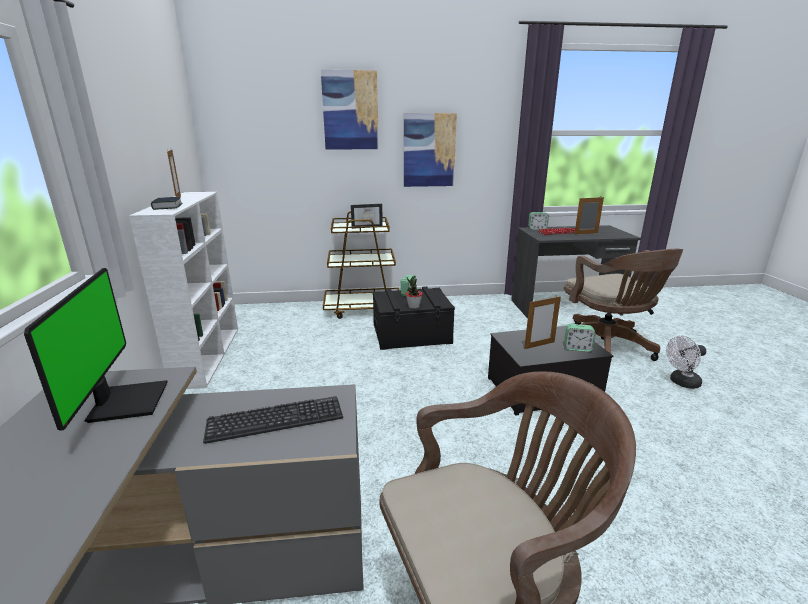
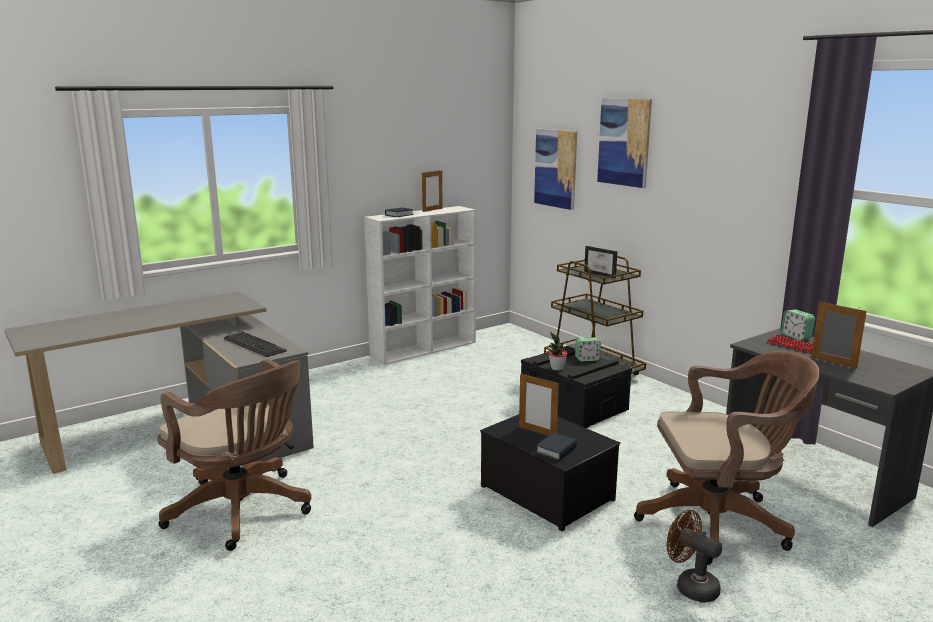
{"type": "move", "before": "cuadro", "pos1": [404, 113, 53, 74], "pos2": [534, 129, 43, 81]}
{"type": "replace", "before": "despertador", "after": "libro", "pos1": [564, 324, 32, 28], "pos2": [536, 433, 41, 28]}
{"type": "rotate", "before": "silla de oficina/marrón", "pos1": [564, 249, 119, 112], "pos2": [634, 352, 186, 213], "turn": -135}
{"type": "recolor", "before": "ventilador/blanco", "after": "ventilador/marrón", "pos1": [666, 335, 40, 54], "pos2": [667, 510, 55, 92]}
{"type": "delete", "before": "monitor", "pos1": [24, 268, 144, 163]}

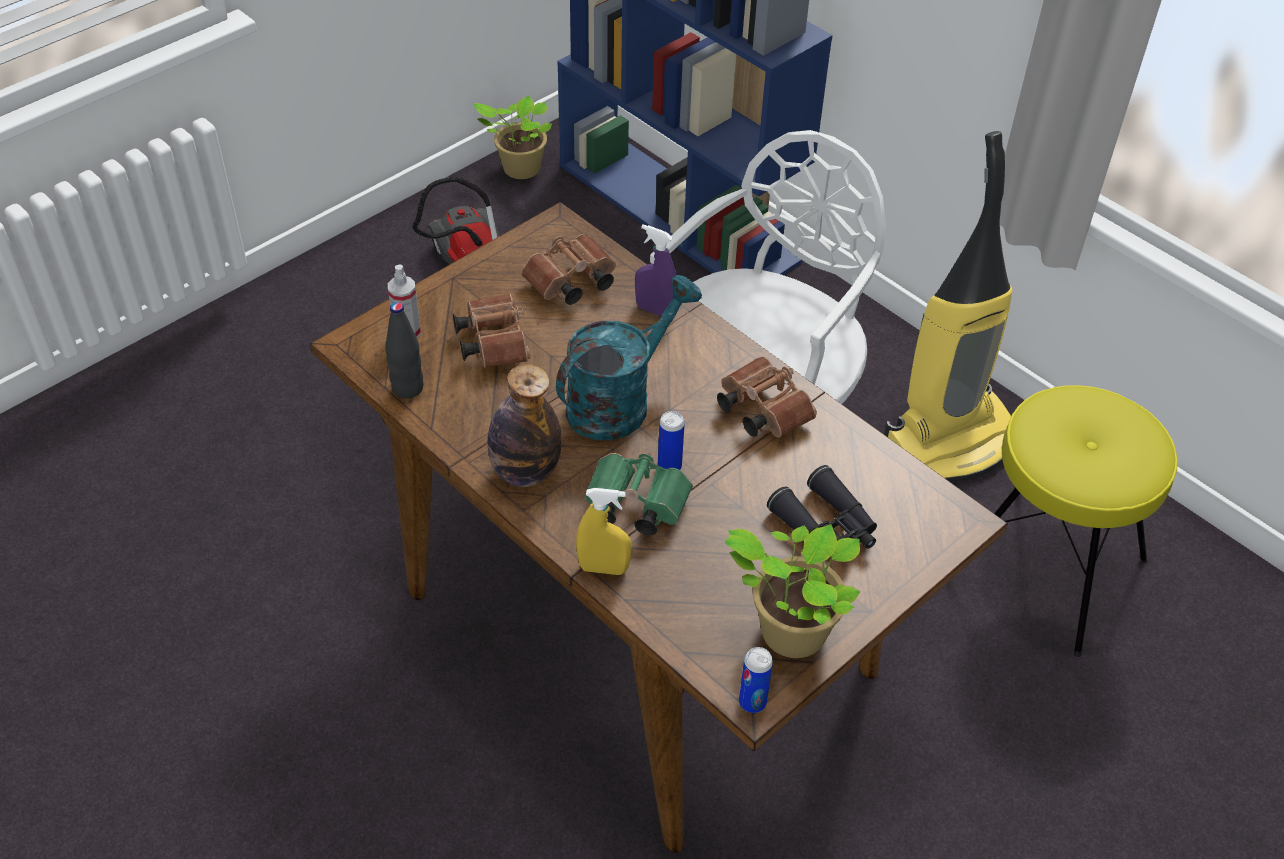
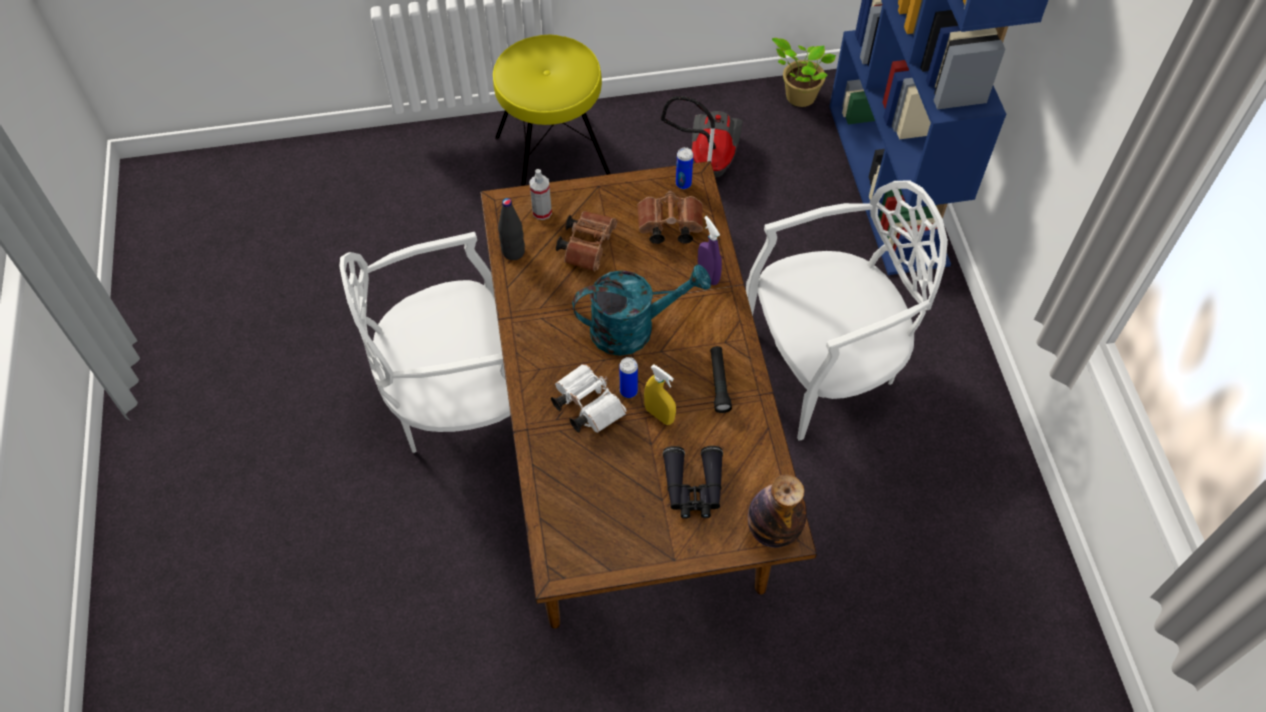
{"type": "insert", "after": "silla/blanco", "pos2": [339, 232, 172, 221]}
{"type": "move", "before": "taburete/amarillo", "pos1": [994, 385, 184, 272], "pos2": [493, 35, 118, 151]}
{"type": "recolor", "before": "prismáticos/verde", "after": "prismáticos/blanco", "pos1": [585, 452, 108, 83], "pos2": [551, 364, 75, 69]}
{"type": "move", "before": "pulverizador/amarillo", "pos1": [576, 488, 55, 87], "pos2": [644, 364, 32, 61]}
{"type": "move", "before": "lata", "pos1": [739, 647, 34, 66], "pos2": [676, 147, 17, 42]}
{"type": "replace", "before": "prismáticos/marrón", "after": "linterna/negro", "pos1": [717, 356, 100, 82], "pos2": [710, 346, 22, 67]}
{"type": "move", "before": "botella", "pos1": [487, 364, 74, 123], "pos2": [748, 474, 59, 74]}
{"type": "delete", "before": "planta en maceta", "pos1": [725, 524, 135, 134]}
{"type": "delete", "before": "aspiradora", "pos1": [884, 131, 128, 351]}

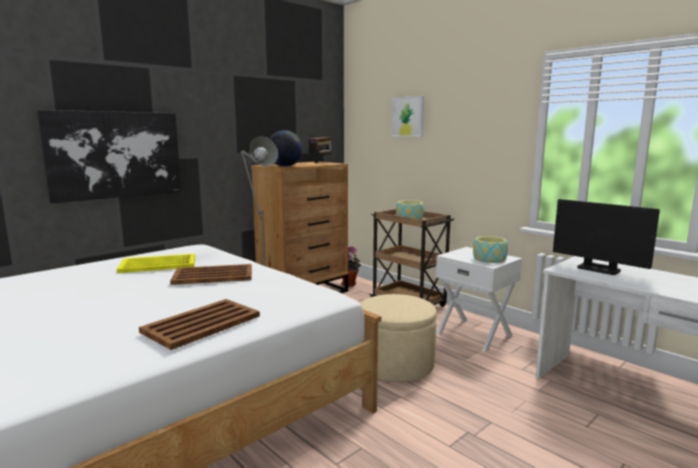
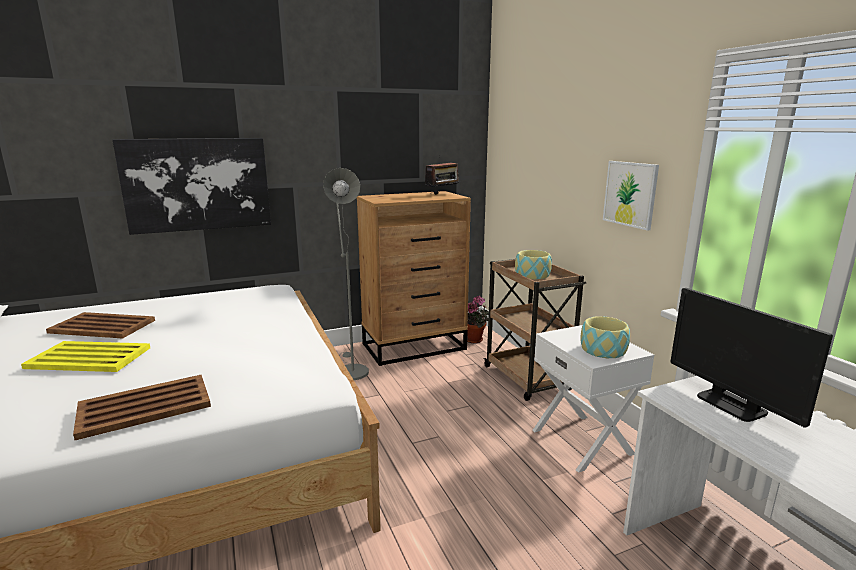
{"type": "move", "before": "bandeja/amarillo", "pos1": [117, 254, 78, 19], "pos2": [21, 341, 129, 31]}
{"type": "move", "before": "bandeja/marrón", "pos1": [170, 264, 82, 21], "pos2": [46, 312, 109, 27]}
{"type": "move", "before": "cuadro", "pos1": [391, 96, 33, 41], "pos2": [603, 161, 56, 70]}
{"type": "delete", "before": "globo terráqueo", "pos1": [270, 130, 33, 37]}
{"type": "delete", "before": "puf/beis", "pos1": [360, 294, 77, 88]}

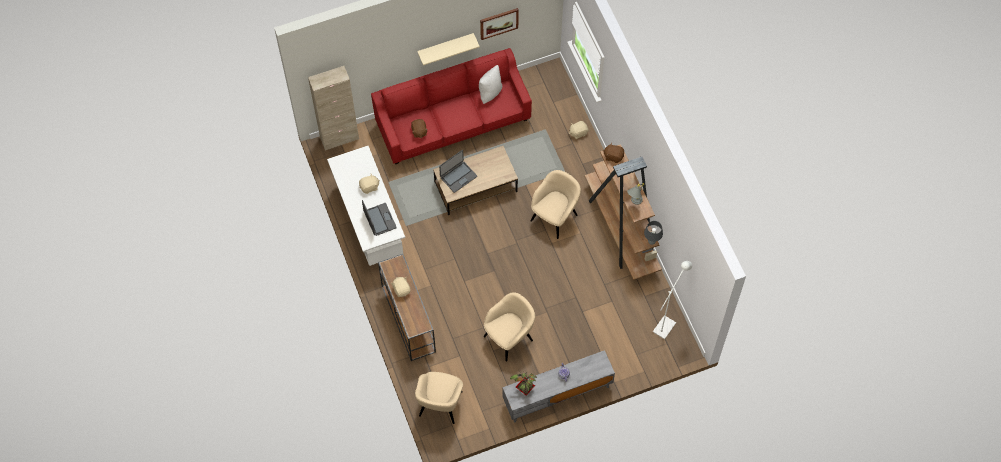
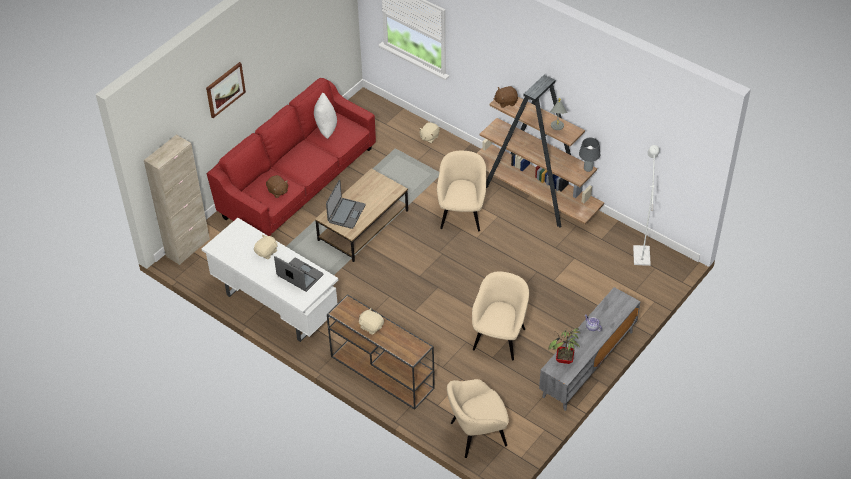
{"type": "move", "before": "cuadro", "pos1": [480, 8, 39, 32], "pos2": [206, 62, 40, 56]}
{"type": "rotate", "before": "sillón/beis", "pos1": [415, 372, 48, 52], "pos2": [447, 379, 62, 79], "turn": 90}
{"type": "delete", "before": "estante/beis", "pos1": [417, 33, 63, 32]}

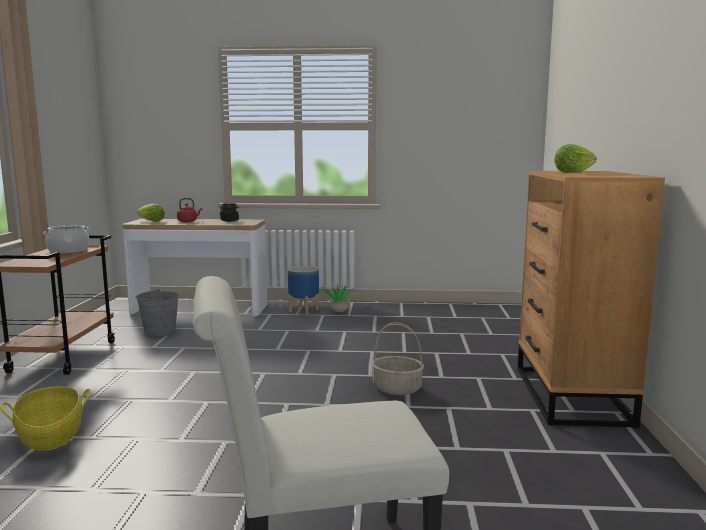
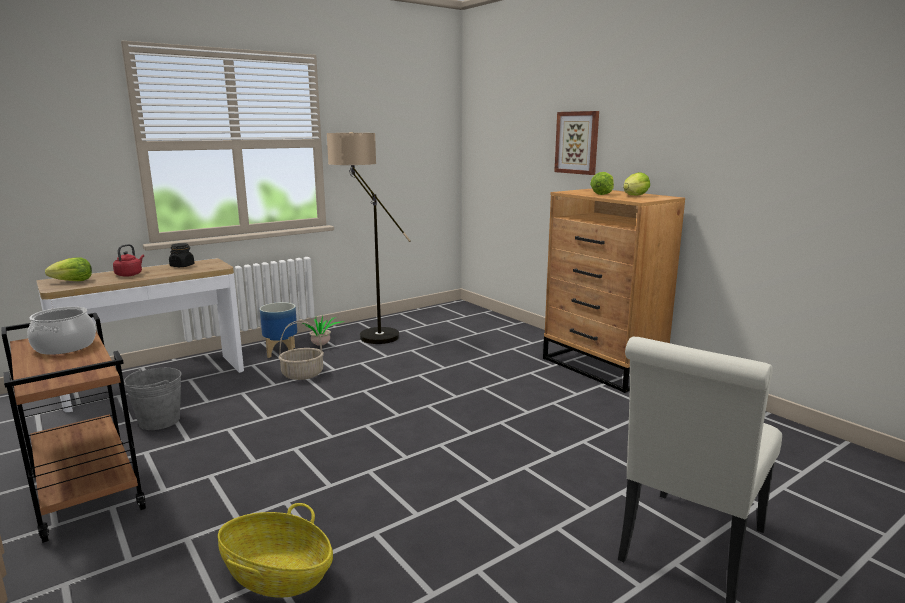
{"type": "move", "before": "cesta", "pos1": [371, 322, 53, 73], "pos2": [279, 321, 45, 59]}
{"type": "insert", "after": "lámpara de pie", "pos2": [327, 132, 84, 212]}
{"type": "insert", "after": "cuadro", "pos2": [554, 111, 45, 64]}
{"type": "insert", "after": "lechuga", "pos2": [623, 172, 27, 24]}

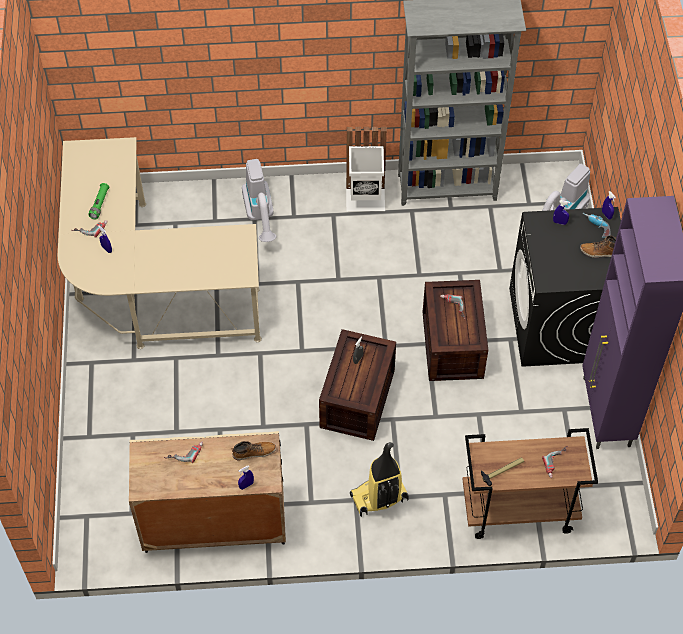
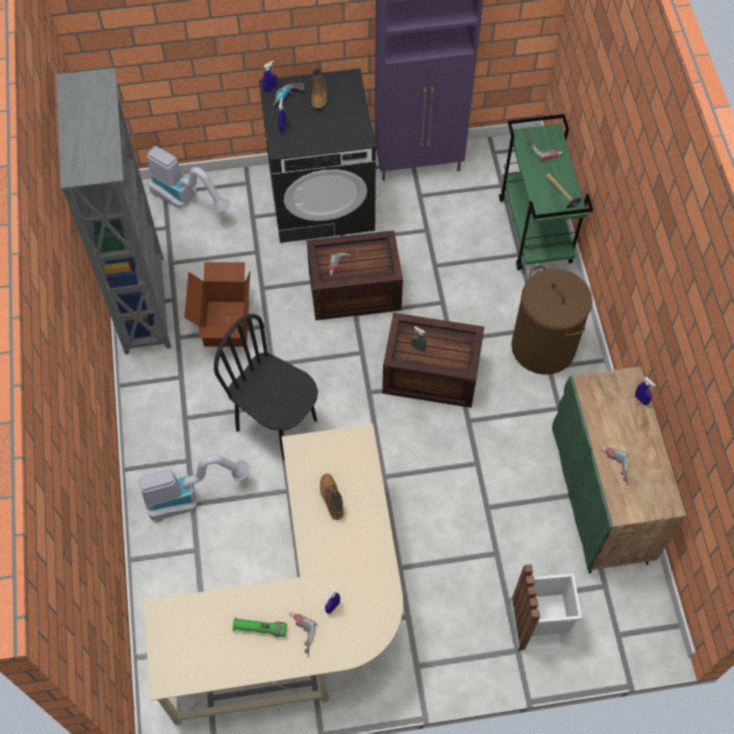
{"type": "insert", "after": "caja de cartón", "pos2": [184, 262, 66, 85]}
{"type": "insert", "after": "silla/negro", "pos2": [214, 314, 104, 147]}
{"type": "move", "before": "bota", "pos1": [232, 441, 44, 20], "pos2": [320, 473, 24, 47]}
{"type": "recolor", "before": "carrito/marrón", "after": "carrito/verde", "pos1": [462, 428, 136, 111], "pos2": [499, 114, 94, 156]}
{"type": "move", "before": "papelera/blanco", "pos1": [346, 127, 41, 84], "pos2": [510, 564, 72, 87]}
{"type": "replace", "before": "aspiradora", "after": "cesto de la ropa/marrón", "pos1": [350, 442, 59, 75], "pos2": [511, 266, 82, 109]}
{"type": "recolor", "before": "armario/beis", "after": "armario/verde", "pos1": [129, 431, 157, 122], "pos2": [552, 366, 134, 207]}

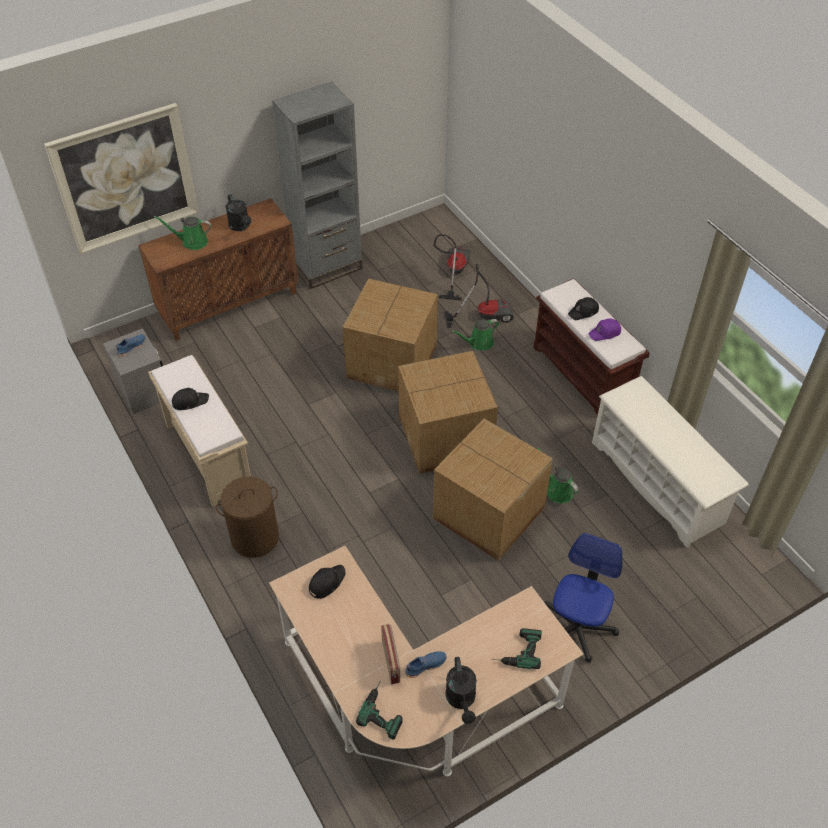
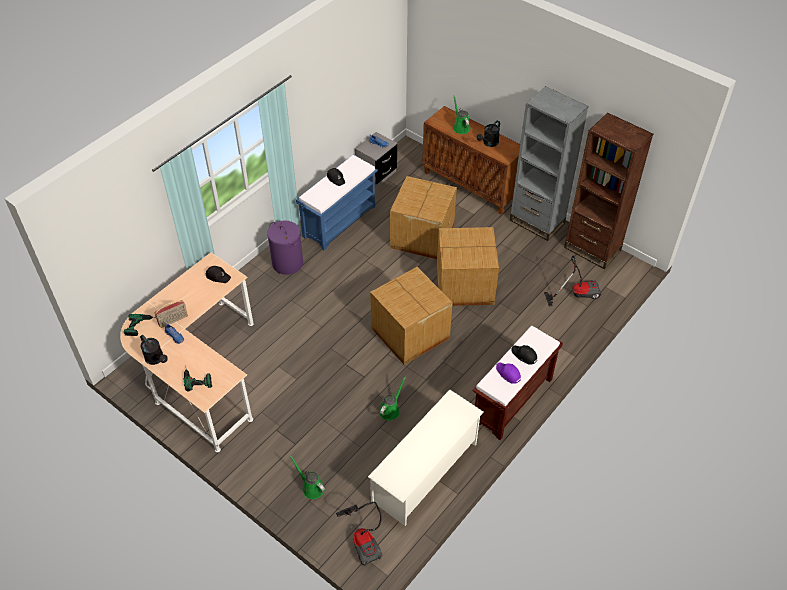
{"type": "rotate", "before": "regadera/negro", "pos1": [445, 657, 32, 67], "pos2": [140, 335, 28, 30], "turn": -105}
{"type": "recolor", "before": "cesto de la ropa/marrón", "after": "cesto de la ropa/morado", "pos1": [216, 477, 63, 81], "pos2": [267, 220, 36, 55]}
{"type": "move", "before": "regadera/verde", "pos1": [452, 319, 47, 31], "pos2": [290, 456, 35, 43]}
{"type": "recolor", "before": "banco/beis", "after": "banco/azul", "pos1": [148, 355, 103, 152], "pos2": [296, 154, 82, 96]}
{"type": "move", "before": "aspiradora", "pos1": [444, 264, 70, 64], "pos2": [336, 502, 47, 64]}
{"type": "move", "before": "caja de cartón", "pos1": [433, 418, 120, 143], "pos2": [390, 176, 67, 83]}
{"type": "insert", "after": "estantería/marrón", "pos2": [564, 112, 89, 157]}
{"type": "delete", "before": "cuadro", "pos1": [44, 103, 155, 151]}
{"type": "delete", "before": "silla de oficina", "pos1": [544, 533, 78, 130]}

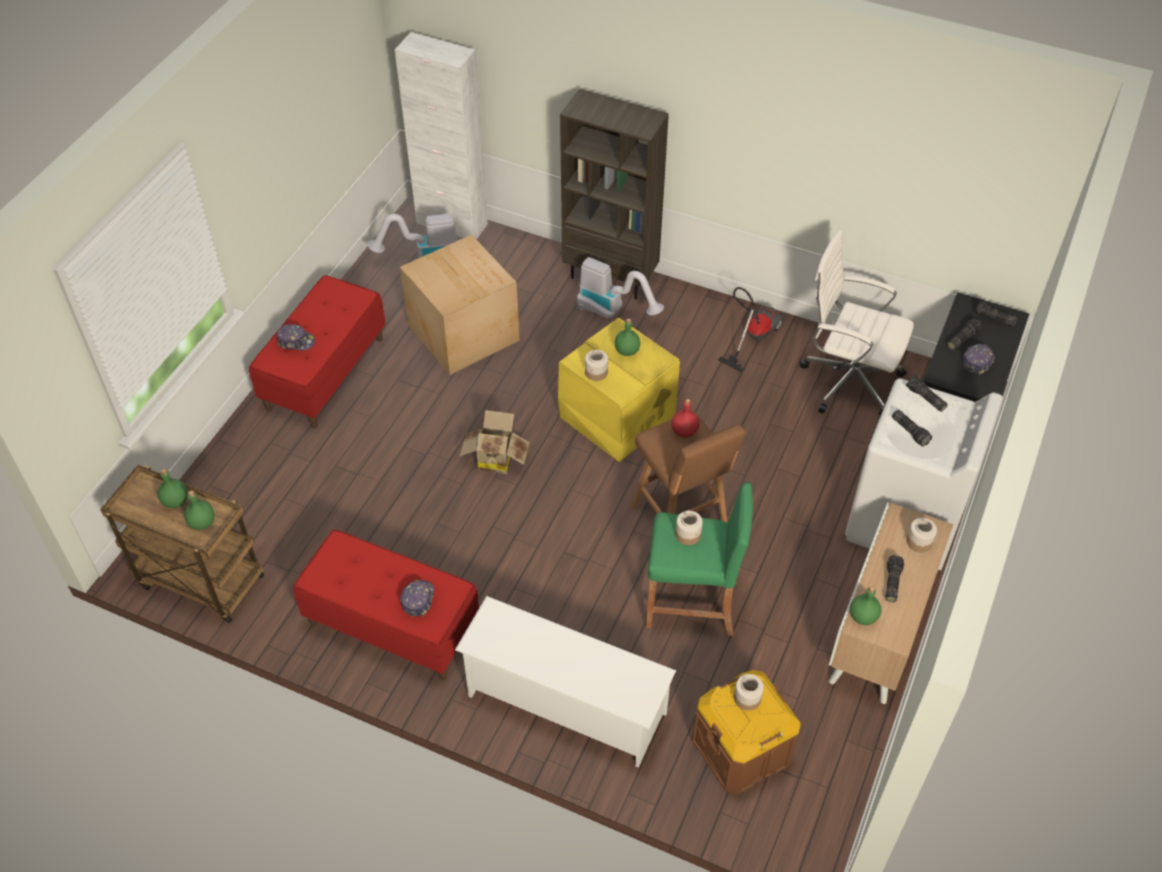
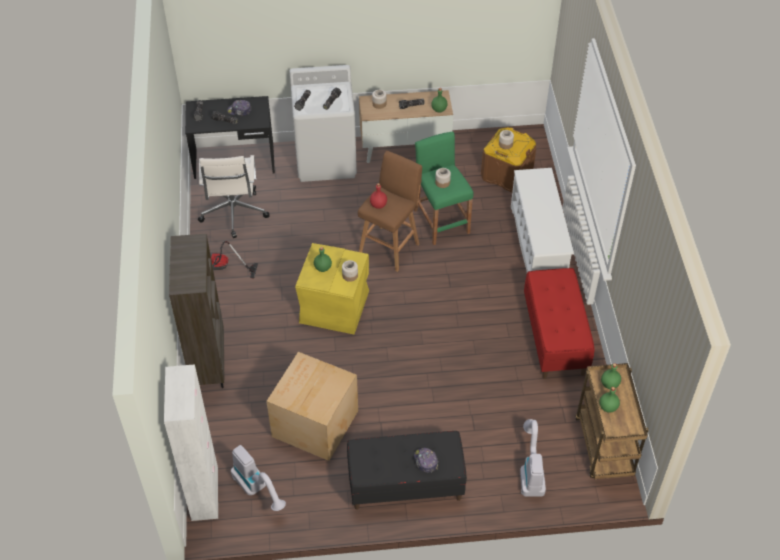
{"type": "recolor", "before": "banco/rojo", "after": "banco/negro", "pos1": [249, 275, 137, 154], "pos2": [347, 431, 120, 79]}
{"type": "move", "before": "aspiradora", "pos1": [577, 257, 87, 62], "pos2": [520, 419, 26, 78]}
{"type": "delete", "before": "gorra", "pos1": [400, 580, 34, 37]}
{"type": "delete", "before": "caja de cartón", "pos1": [460, 410, 69, 64]}

